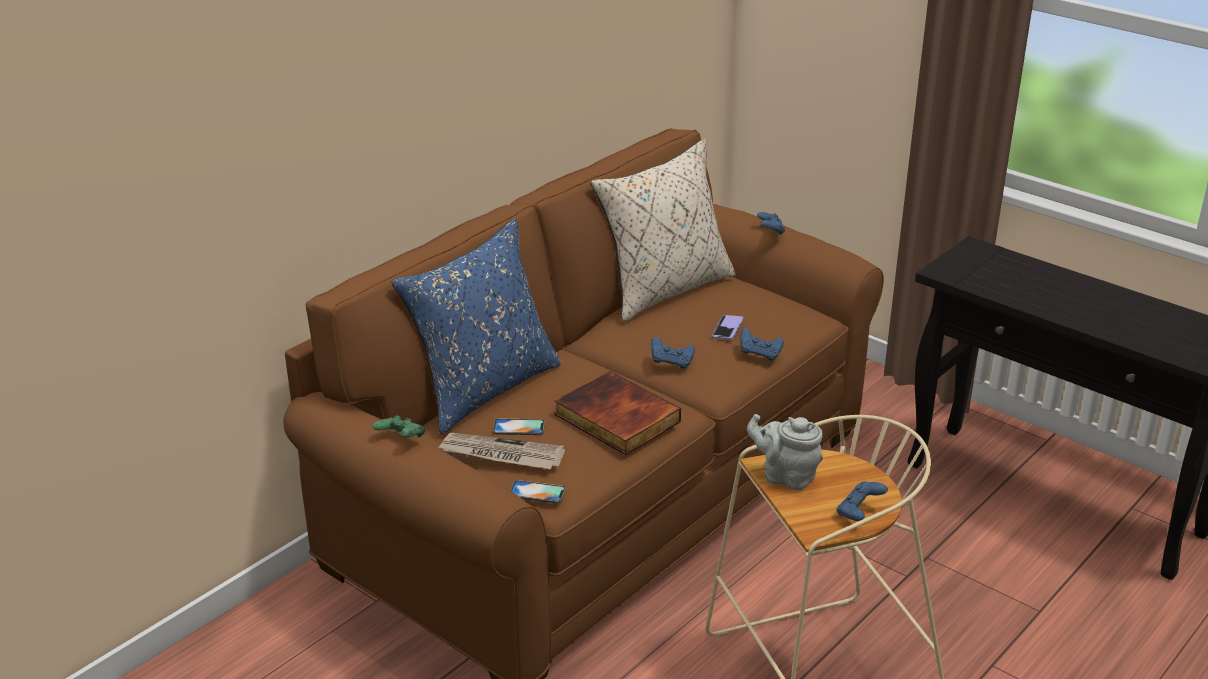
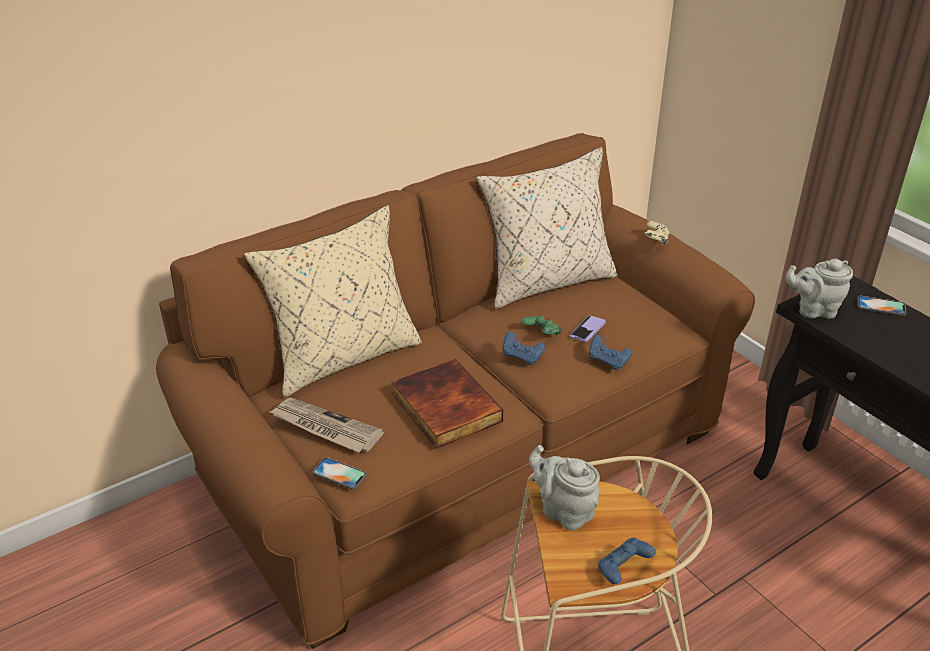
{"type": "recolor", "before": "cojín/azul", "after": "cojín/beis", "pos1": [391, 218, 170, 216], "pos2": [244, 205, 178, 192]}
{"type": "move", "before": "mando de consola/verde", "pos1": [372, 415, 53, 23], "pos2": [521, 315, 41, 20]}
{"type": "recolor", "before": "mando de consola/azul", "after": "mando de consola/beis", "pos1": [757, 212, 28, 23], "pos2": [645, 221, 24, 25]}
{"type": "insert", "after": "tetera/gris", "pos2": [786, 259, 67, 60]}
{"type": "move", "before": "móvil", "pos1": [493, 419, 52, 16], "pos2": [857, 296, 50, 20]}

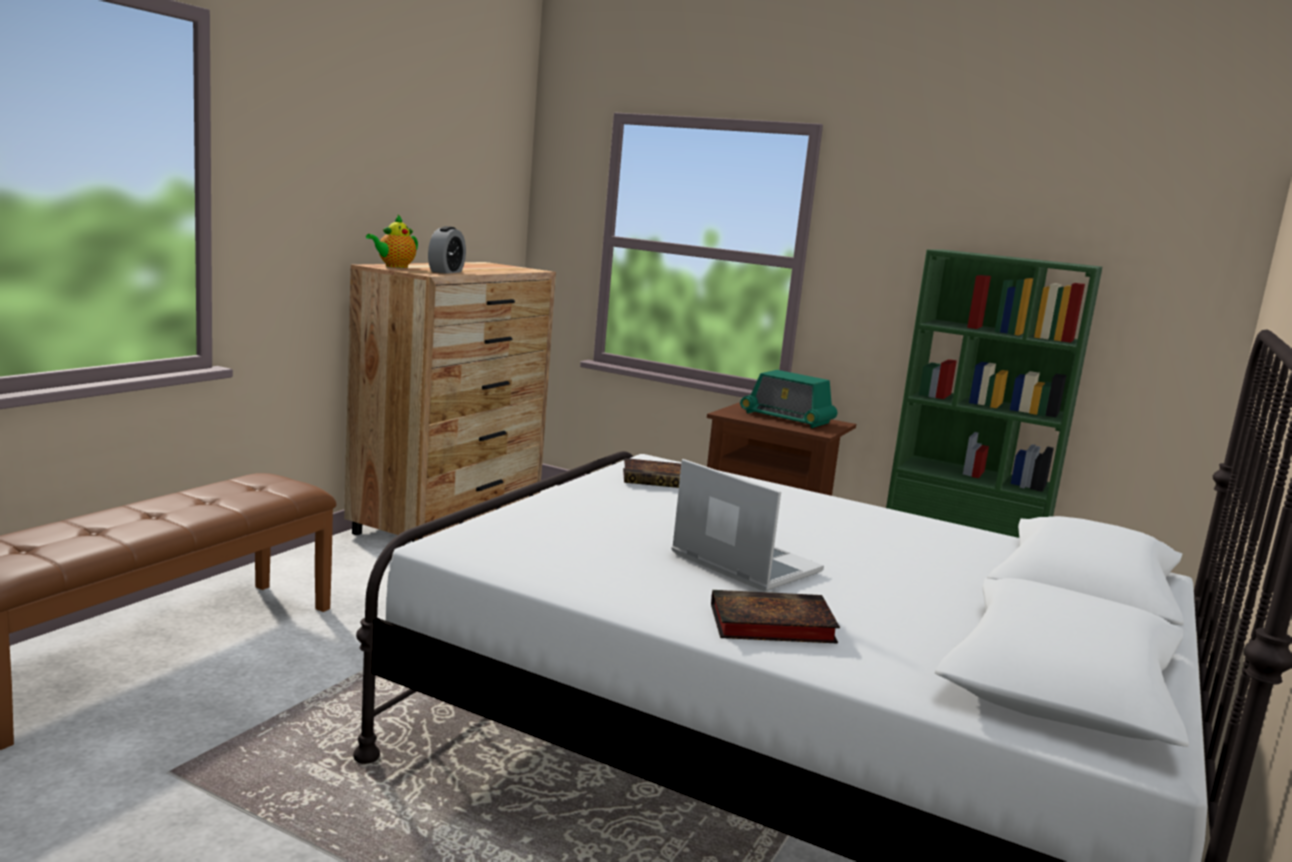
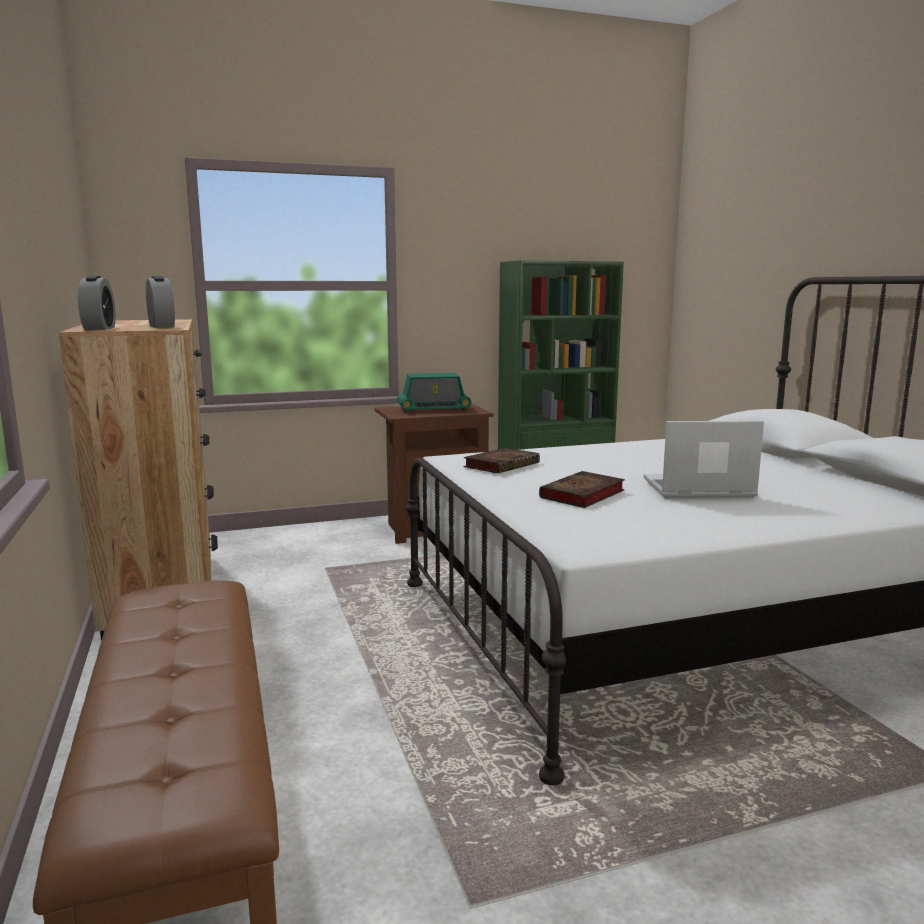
{"type": "replace", "before": "tetera", "after": "despertador", "pos1": [366, 215, 52, 53], "pos2": [78, 275, 37, 55]}
{"type": "move", "before": "libro", "pos1": [711, 590, 129, 54], "pos2": [539, 471, 86, 37]}

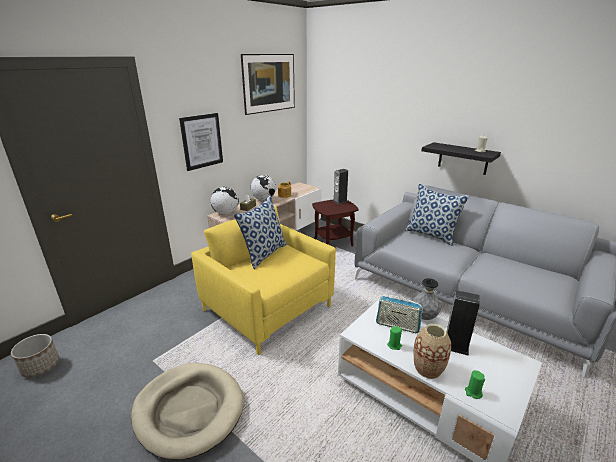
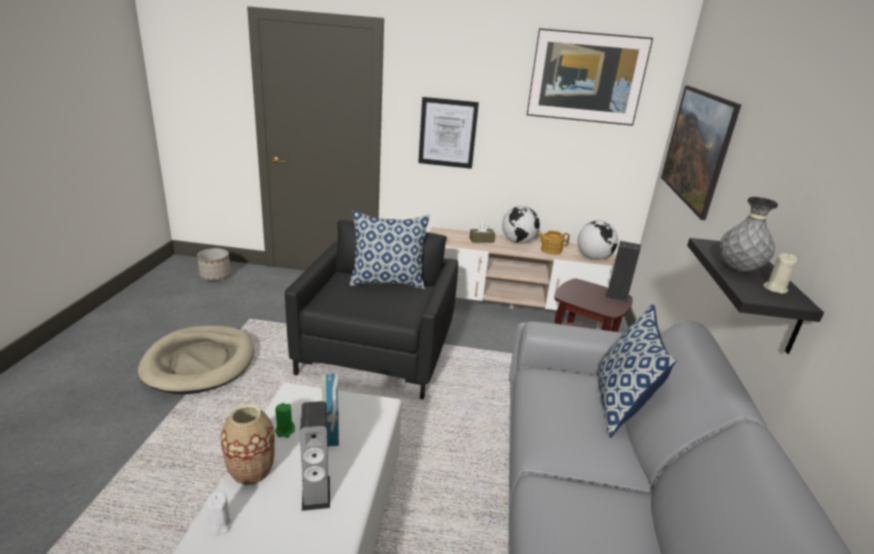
{"type": "recolor", "before": "vela/verde", "after": "vela/blanco", "pos1": [465, 370, 20, 29], "pos2": [207, 491, 26, 44]}
{"type": "recolor", "before": "sillón/amarillo", "after": "sillón/negro", "pos1": [191, 206, 145, 149], "pos2": [285, 220, 173, 179]}
{"type": "move", "before": "globo terráqueo", "pos1": [210, 187, 29, 28], "pos2": [578, 221, 40, 39]}
{"type": "insert", "after": "cuadro", "pos2": [661, 85, 80, 135]}
{"type": "move", "before": "florero/gris", "pos1": [413, 278, 28, 42], "pos2": [720, 197, 58, 75]}

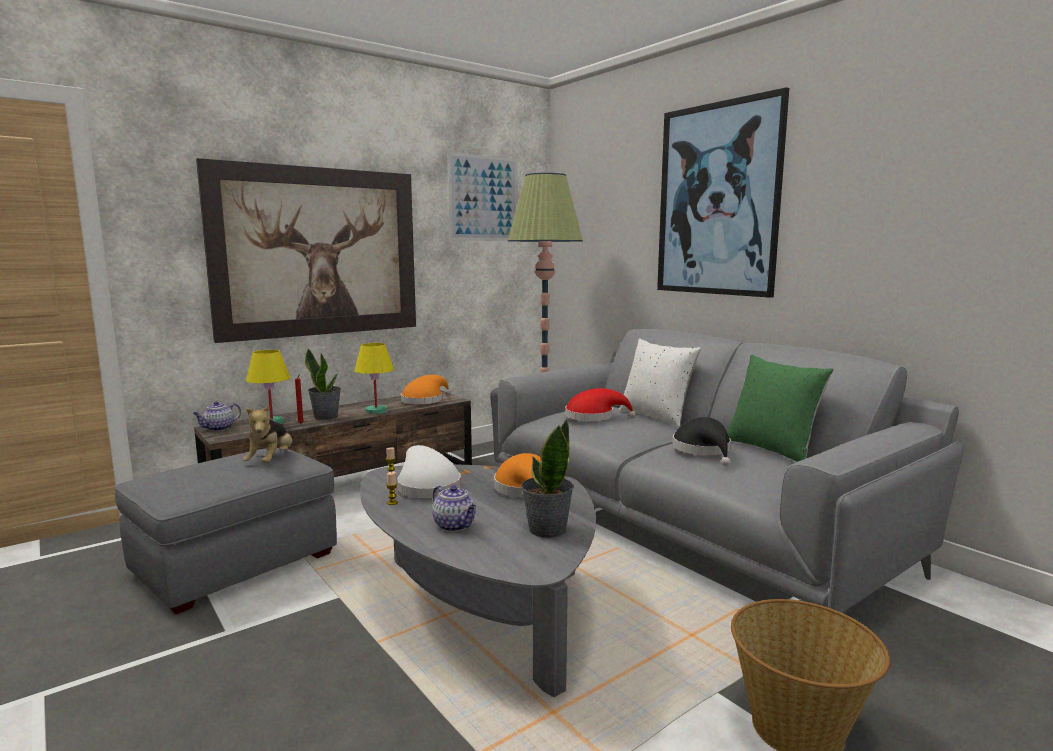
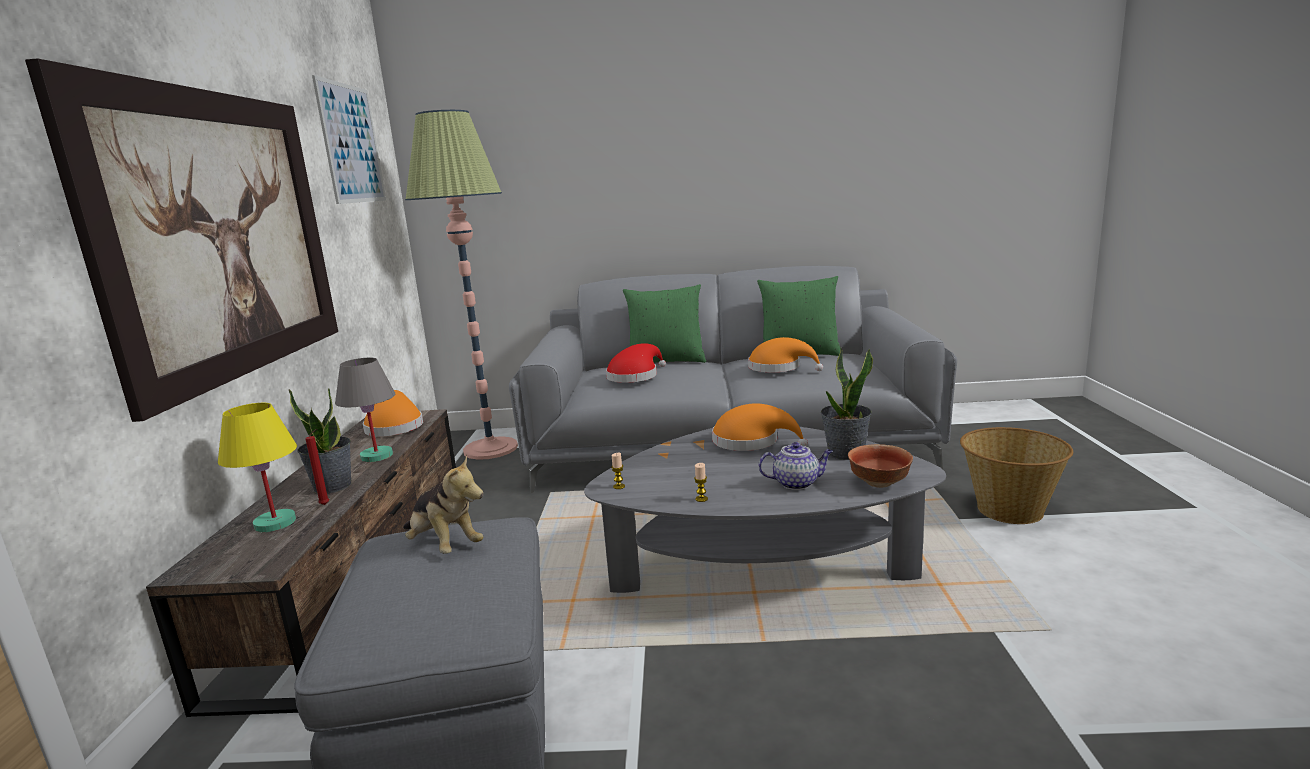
{"type": "recolor", "before": "lámpara de mesa/amarillo", "after": "lámpara de mesa/gris", "pos1": [354, 343, 40, 71], "pos2": [335, 358, 60, 104]}
{"type": "recolor", "before": "cojín/blanco", "after": "cojín/verde", "pos1": [619, 338, 82, 89], "pos2": [623, 284, 83, 79]}
{"type": "recolor", "before": "sombrero/negro", "after": "sombrero/naranja", "pos1": [672, 417, 59, 49], "pos2": [748, 337, 75, 35]}
{"type": "insert", "after": "cuenco", "pos2": [848, 444, 65, 44]}
{"type": "delete", "before": "tetera", "pos1": [193, 401, 48, 30]}
{"type": "delete", "before": "sombrero/blanco", "pos1": [397, 445, 64, 53]}
{"type": "delete", "before": "cuadro", "pos1": [657, 87, 132, 211]}

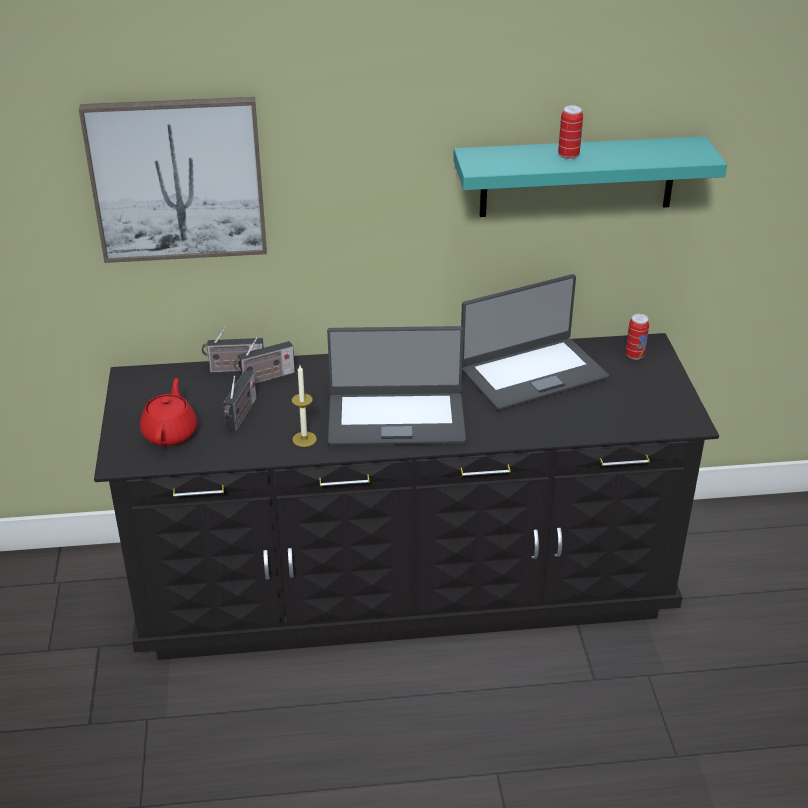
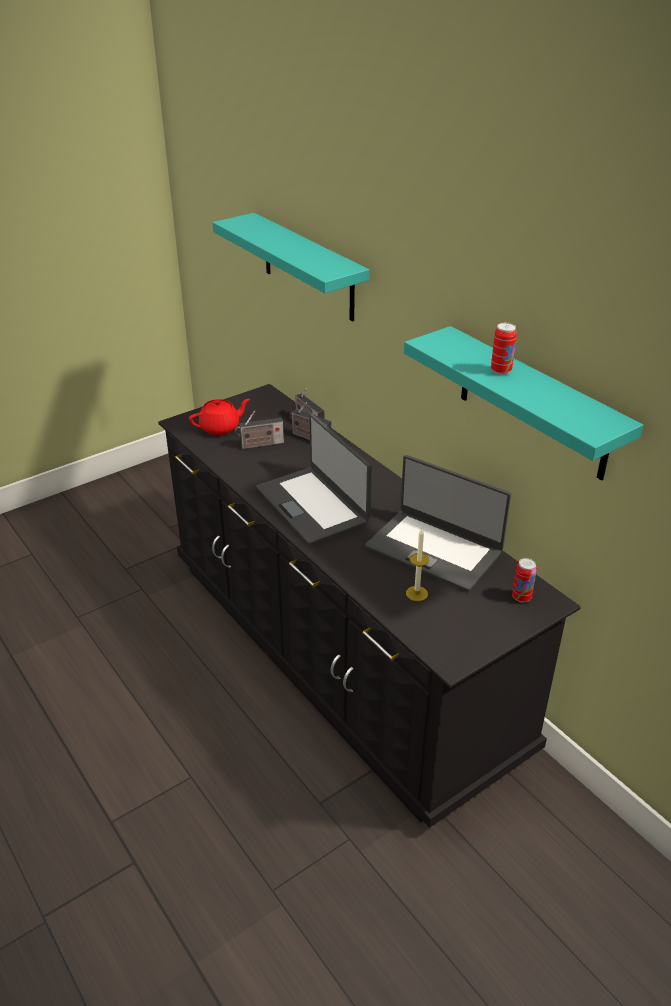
{"type": "replace", "before": "cuadro", "after": "estante/turquesa", "pos1": [79, 97, 188, 166], "pos2": [213, 213, 156, 109]}
{"type": "move", "before": "vela", "pos1": [292, 365, 25, 82], "pos2": [406, 529, 23, 72]}

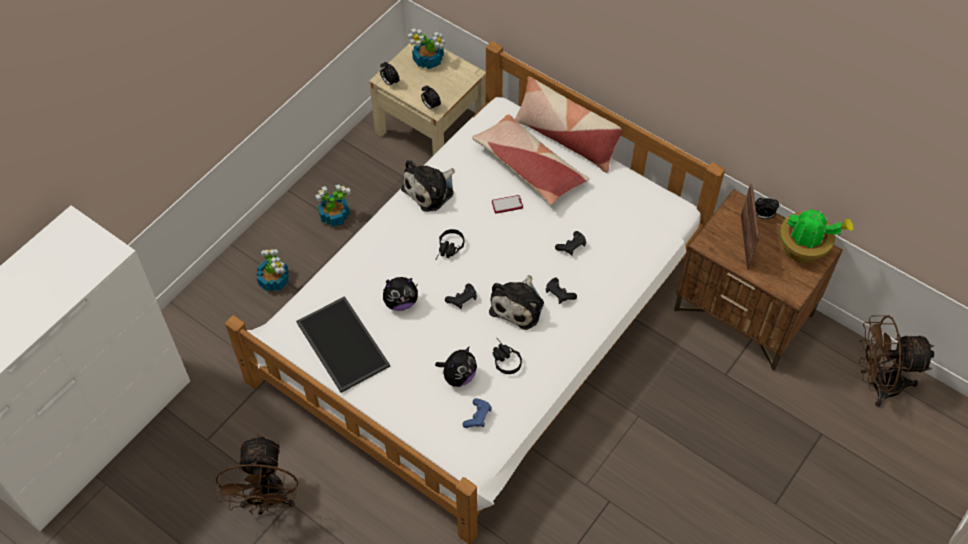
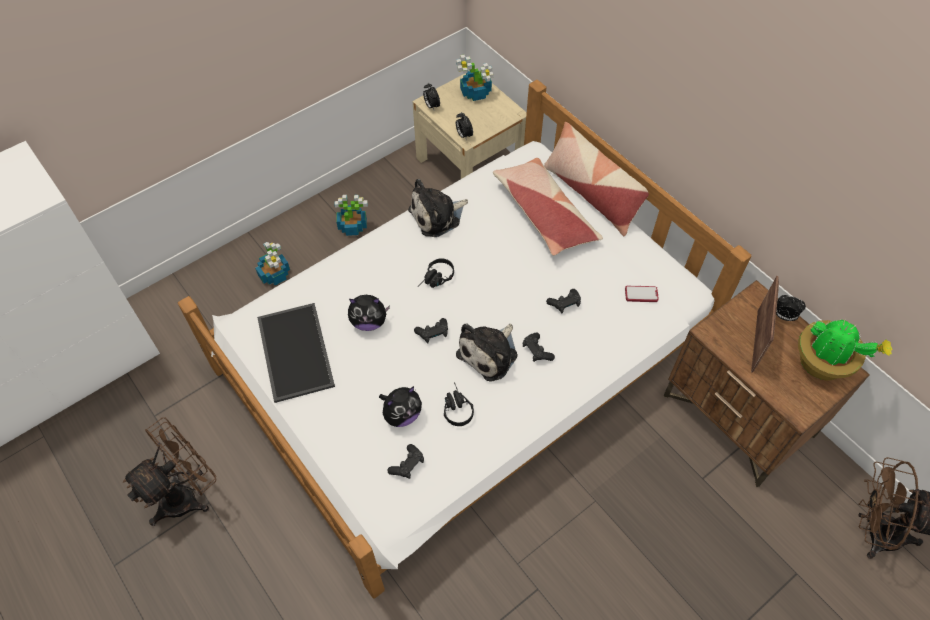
{"type": "rotate", "before": "ventilador/marrón", "pos1": [216, 434, 82, 81], "pos2": [123, 417, 93, 109], "turn": -150}
{"type": "recolor", "before": "mando de consola/azul", "after": "mando de consola/negro", "pos1": [462, 398, 30, 30], "pos2": [387, 444, 37, 35]}
{"type": "move", "before": "móvil", "pos1": [492, 195, 31, 19], "pos2": [625, 286, 34, 16]}

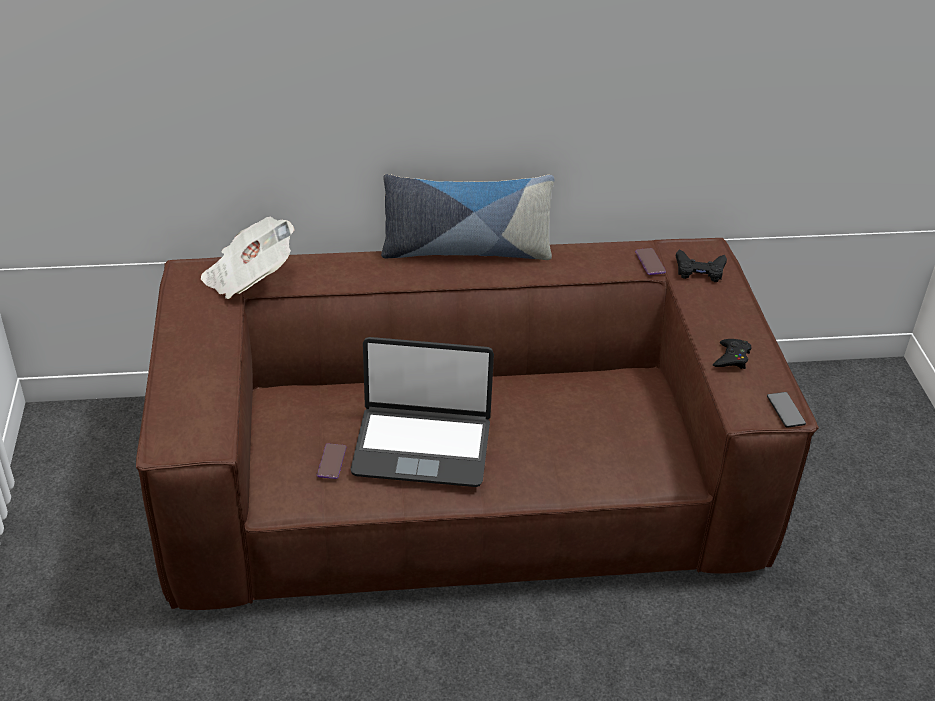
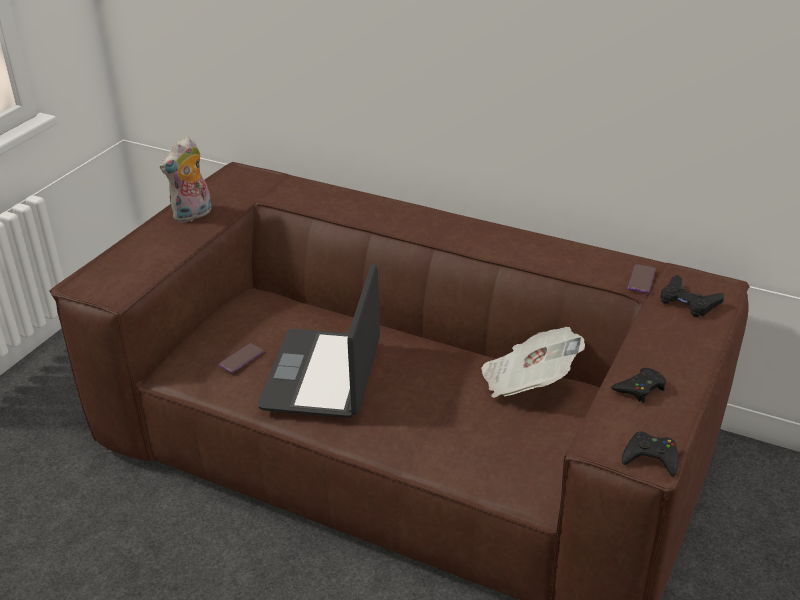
{"type": "insert", "after": "peluche", "pos2": [160, 137, 51, 86]}
{"type": "rotate", "before": "portátil", "pos1": [350, 337, 144, 150], "pos2": [258, 263, 122, 155], "turn": 60}
{"type": "move", "before": "periódico", "pos1": [201, 217, 94, 82], "pos2": [481, 327, 104, 71]}
{"type": "replace", "before": "móvil", "after": "mando de consola/negro", "pos1": [767, 392, 39, 36], "pos2": [622, 431, 56, 46]}
{"type": "delete", "before": "cojín", "pos1": [381, 174, 173, 86]}

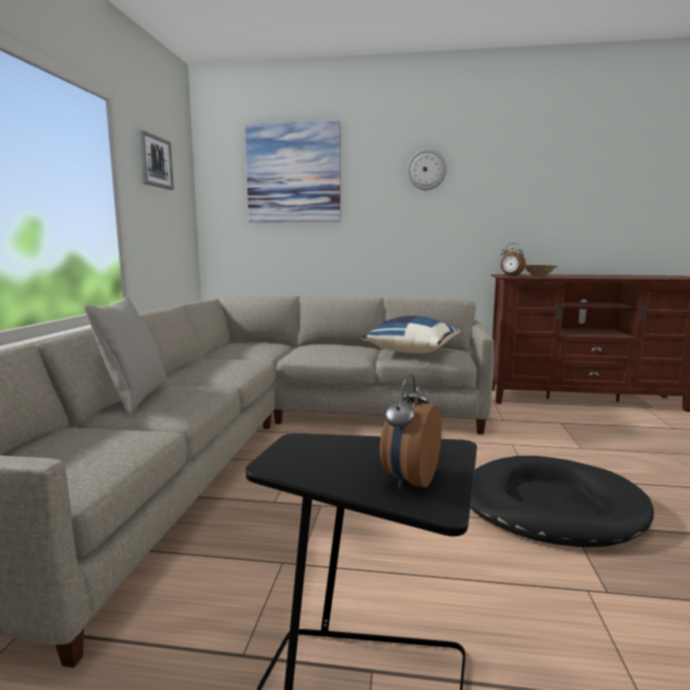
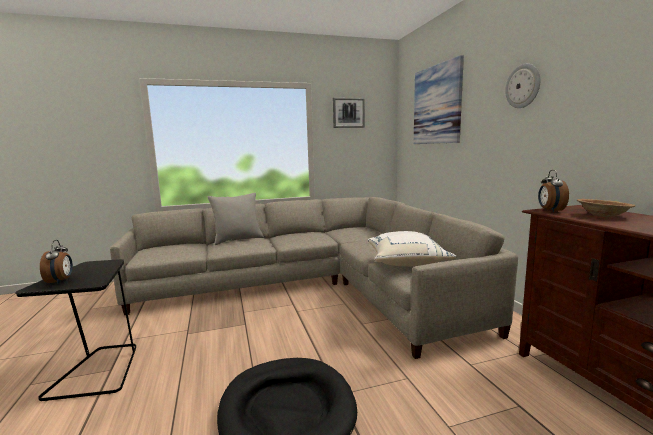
{"type": "rotate", "before": "despertador", "pos1": [380, 374, 62, 115], "pos2": [40, 240, 33, 44], "turn": 75}
{"type": "recolor", "before": "cojín/azul", "after": "cojín/blanco", "pos1": [361, 316, 99, 37], "pos2": [368, 231, 88, 35]}

